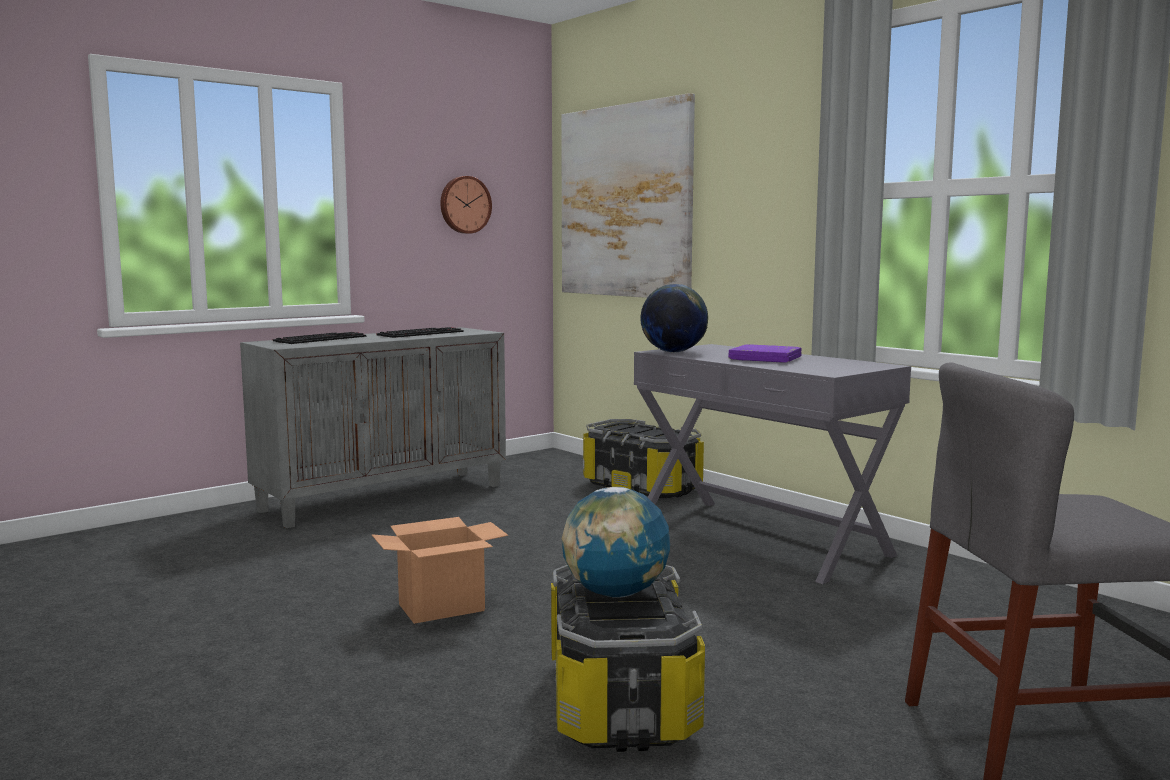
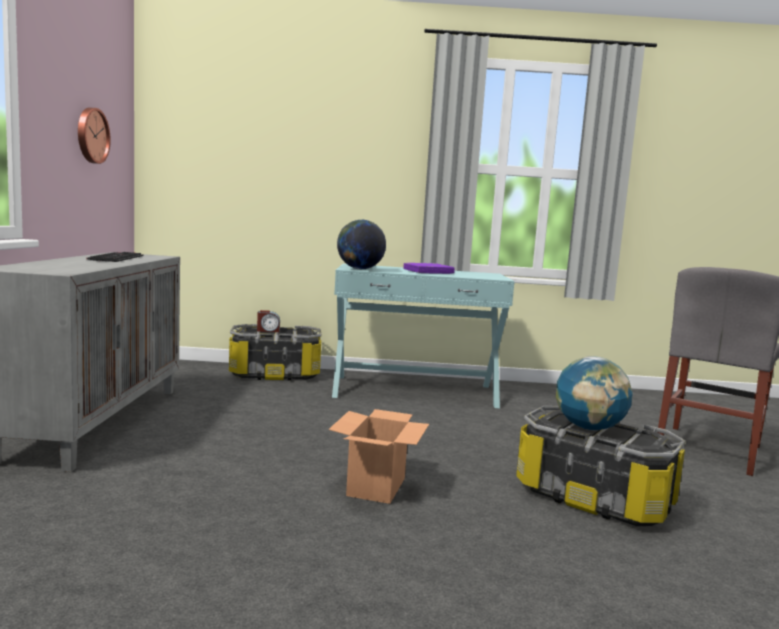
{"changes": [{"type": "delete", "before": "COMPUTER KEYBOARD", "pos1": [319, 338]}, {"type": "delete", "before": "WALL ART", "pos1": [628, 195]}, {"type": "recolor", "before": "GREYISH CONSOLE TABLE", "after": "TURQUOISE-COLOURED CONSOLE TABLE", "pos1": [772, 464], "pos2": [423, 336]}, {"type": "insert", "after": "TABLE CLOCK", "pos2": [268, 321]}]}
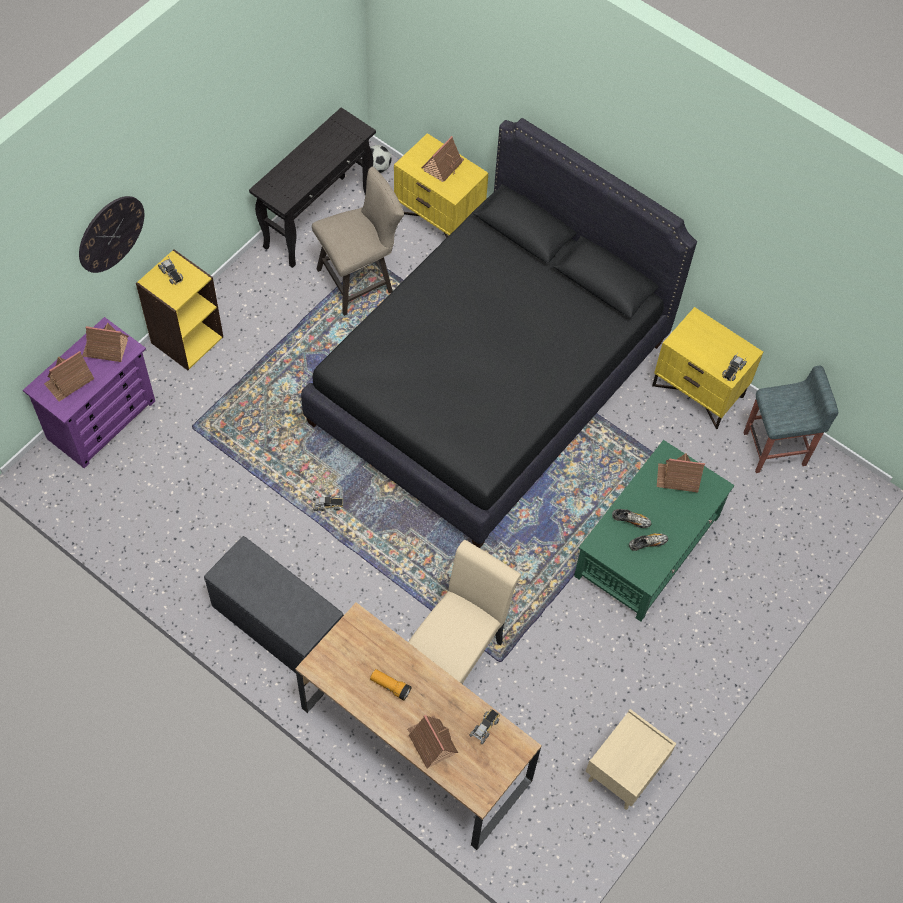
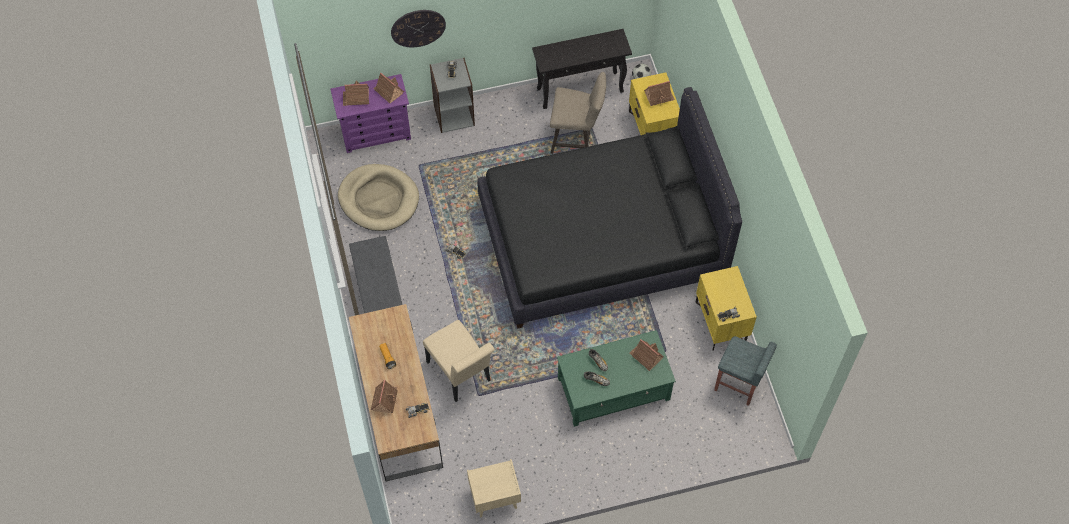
{"changes": [{"type": "recolor", "before": "YELLOW BOOKCASE", "after": "GREYISH BOOKCASE", "pos1": [179, 309], "pos2": [452, 95]}, {"type": "rotate", "before": "BEIGE CHAIR", "pos1": [464, 612], "pos2": [459, 361], "turn": 75}, {"type": "insert", "after": "BEIGE PET BED", "pos2": [378, 197]}]}
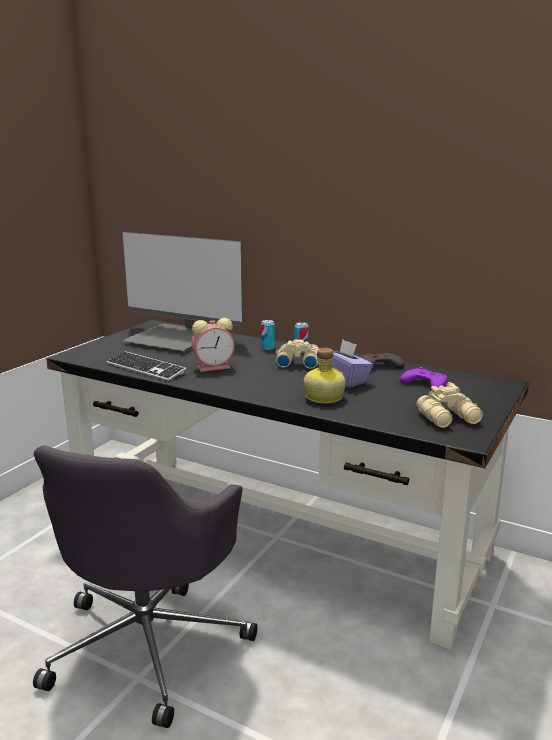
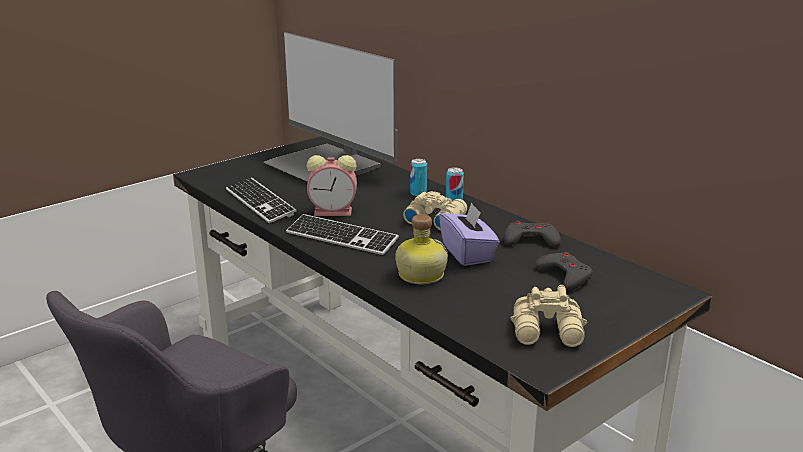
{"changes": [{"type": "recolor", "before": "PURPLE-COLOURED GAMEPAD", "after": "GREYISH GAMEPAD", "pos1": [423, 377], "pos2": [564, 271]}, {"type": "insert", "after": "COMPUTER KEYBOARD", "pos2": [342, 234]}]}
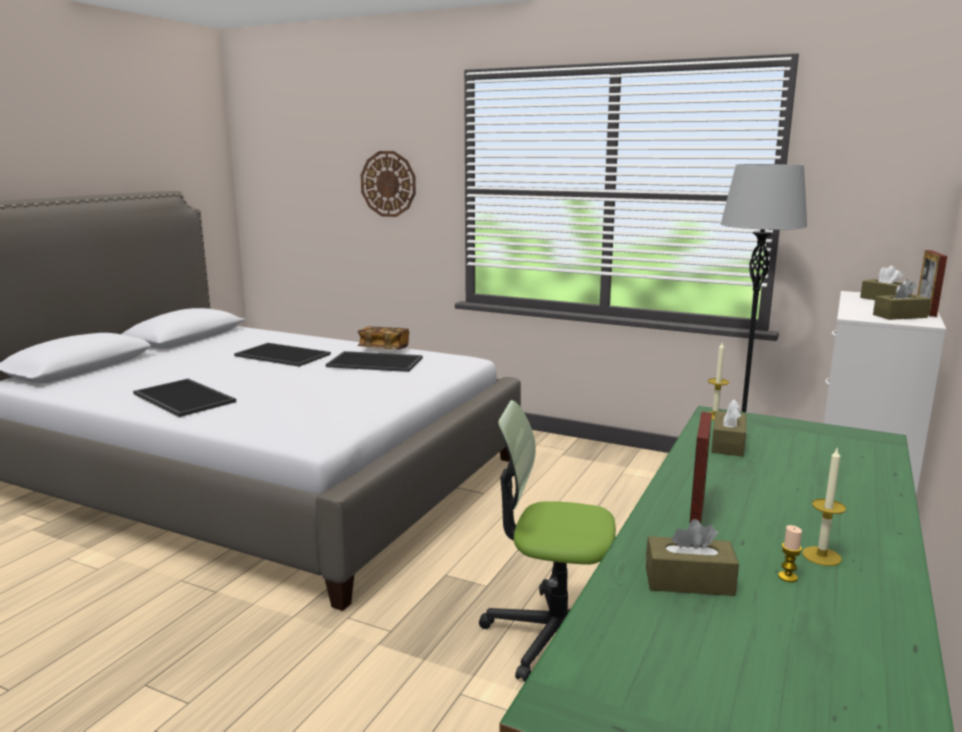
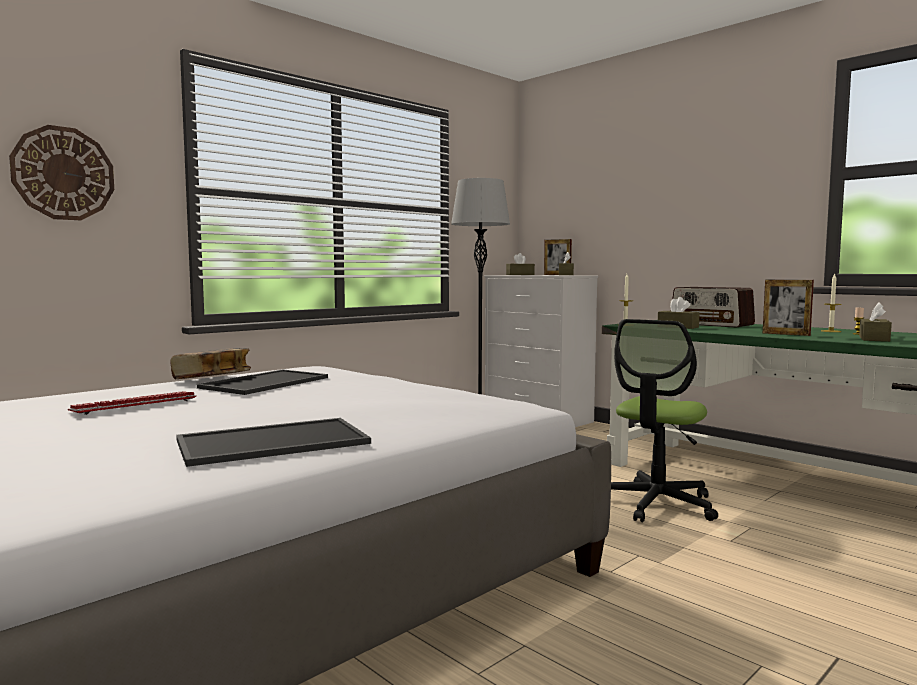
{"changes": [{"type": "replace", "before": "SERVING TRAY", "after": "COMPUTER KEYBOARD", "pos1": [282, 355], "pos2": [132, 403]}, {"type": "insert", "after": "RADIO RECEIVER", "pos2": [713, 307]}]}
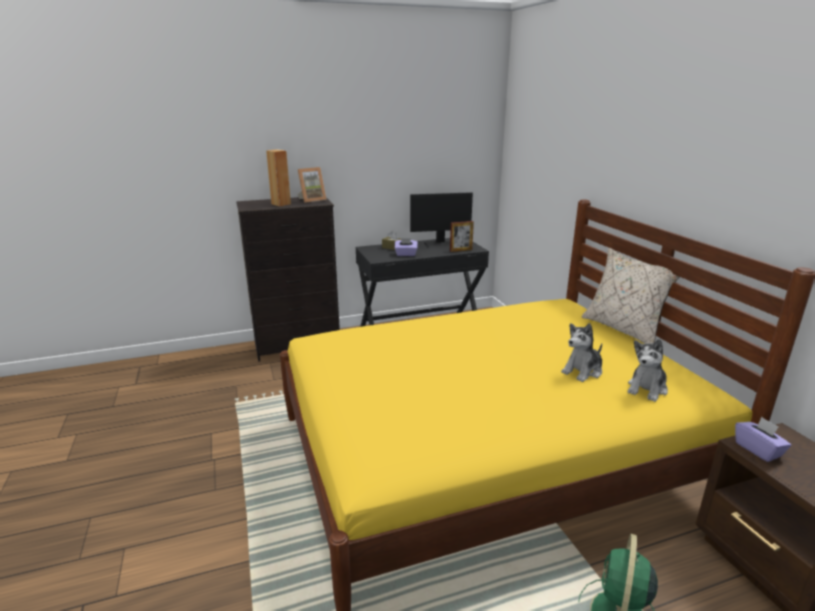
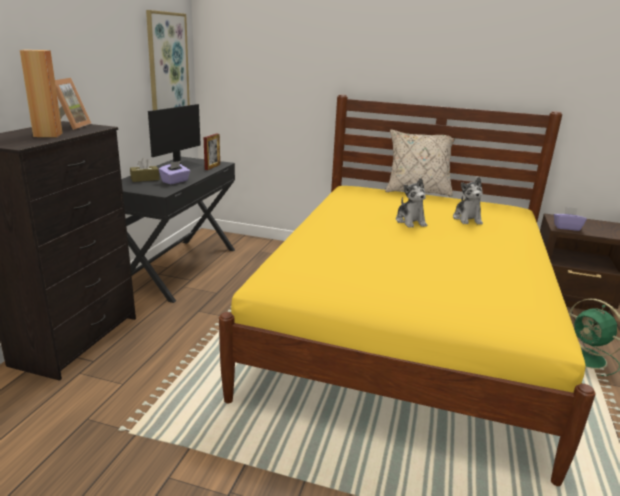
{"changes": [{"type": "move", "before": "CUDDLY TOY", "pos1": [648, 370], "pos2": [411, 203]}, {"type": "insert", "after": "WALL ART", "pos2": [168, 60]}]}
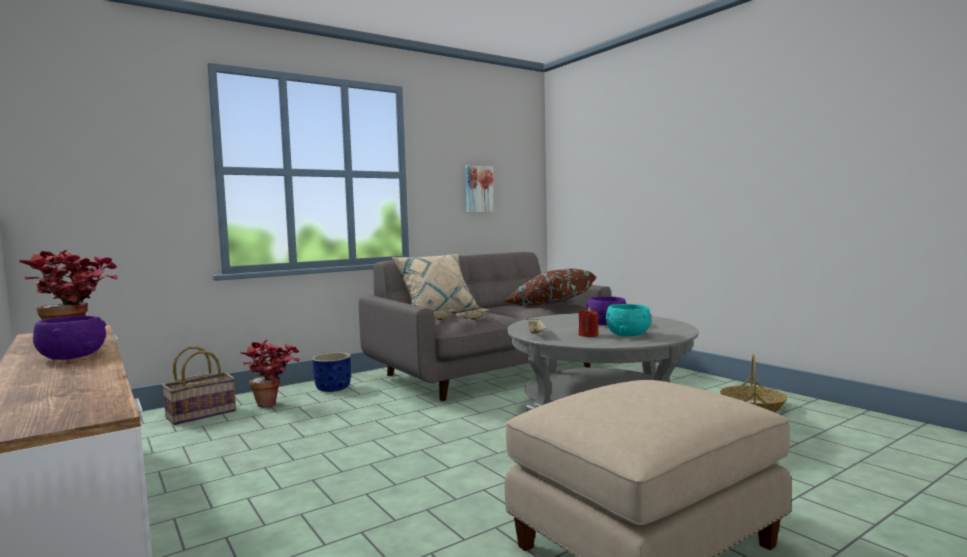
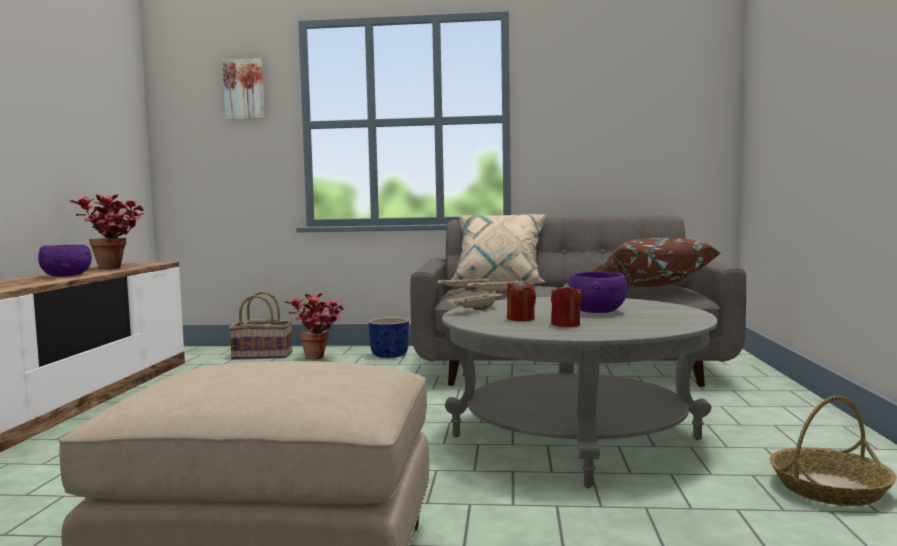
{"changes": [{"type": "move", "before": "WALL ART", "pos1": [479, 188], "pos2": [243, 89]}, {"type": "replace", "before": "TURQUOISE-COLOURED DEEP DISH", "after": "REDDISH WAX LIGHT", "pos1": [628, 320], "pos2": [566, 305]}]}
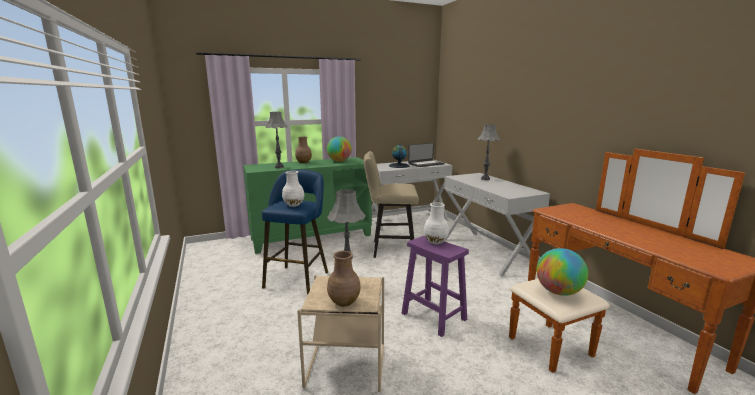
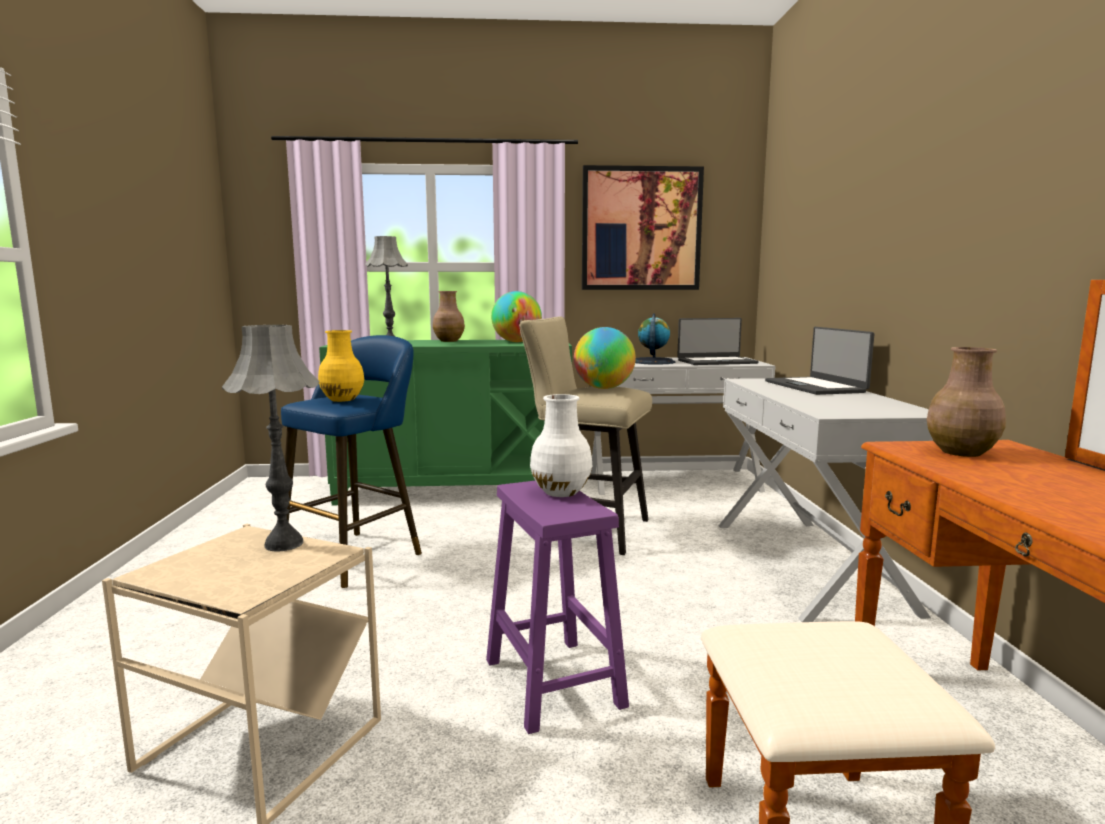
{"changes": [{"type": "recolor", "before": "WHITE-COLOURED DECORATIVE VASE", "after": "YELLOW DECORATIVE VASE", "pos1": [293, 189], "pos2": [341, 366]}, {"type": "move", "before": "BROWN DECORATIVE VASE", "pos1": [344, 279], "pos2": [966, 402]}, {"type": "replace", "before": "GREYISH TABLE LAMP", "after": "PORTABLE COMPUTER", "pos1": [489, 152], "pos2": [819, 361]}, {"type": "move", "before": "WORLD GLOBE", "pos1": [562, 272], "pos2": [605, 358]}, {"type": "insert", "after": "WALL ART", "pos2": [643, 227]}]}
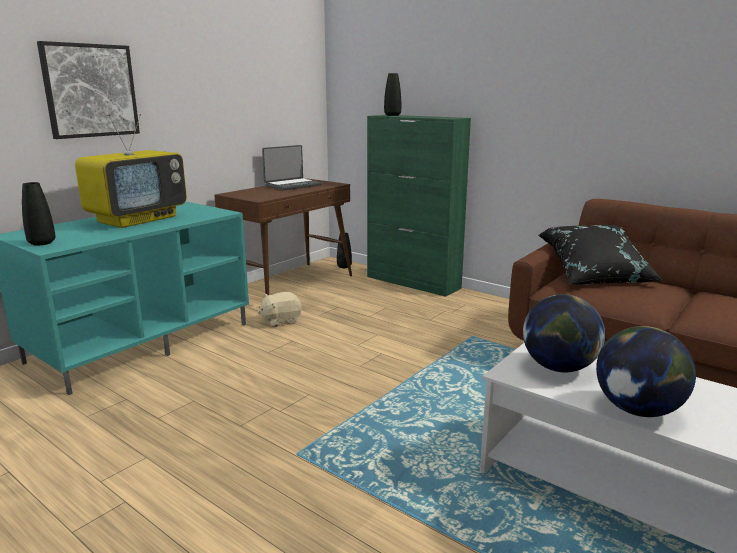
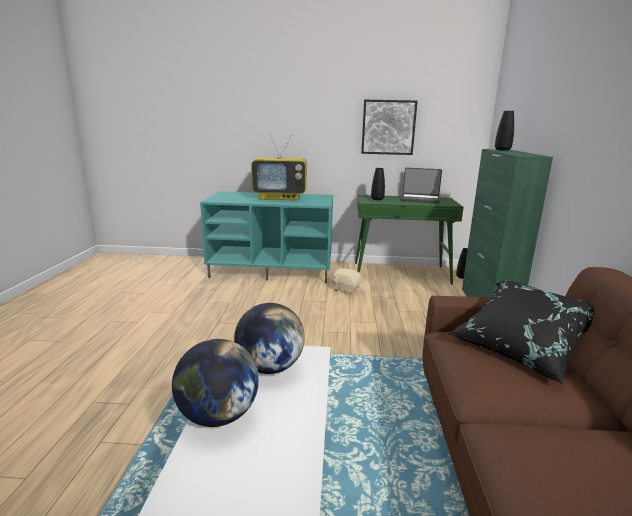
{"changes": [{"type": "move", "before": "BLACKISH DECORATIVE VASE", "pos1": [39, 214], "pos2": [378, 184]}, {"type": "move", "before": "WALL ART", "pos1": [88, 90], "pos2": [389, 127]}, {"type": "recolor", "before": "BROWN CONSOLE TABLE", "after": "GREEN CONSOLE TABLE", "pos1": [283, 237], "pos2": [409, 239]}]}
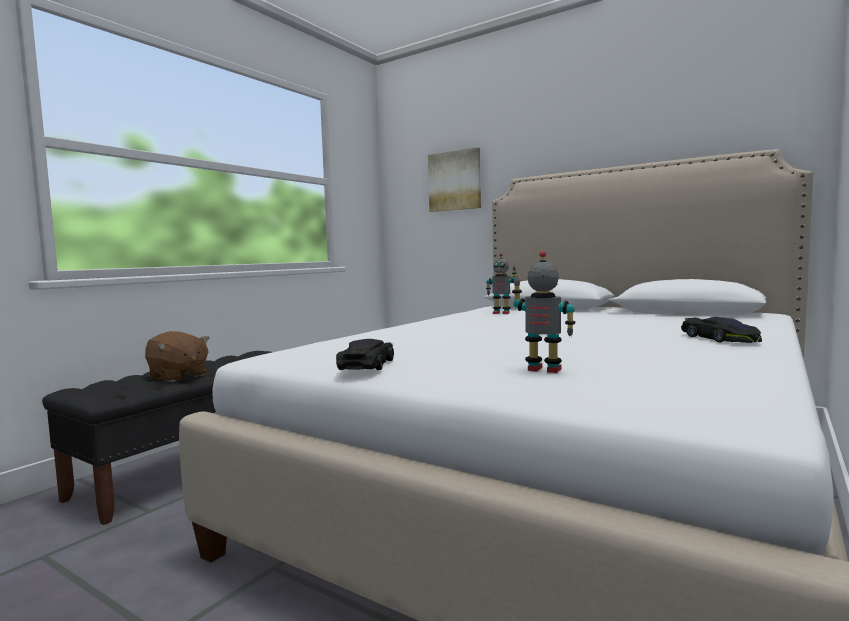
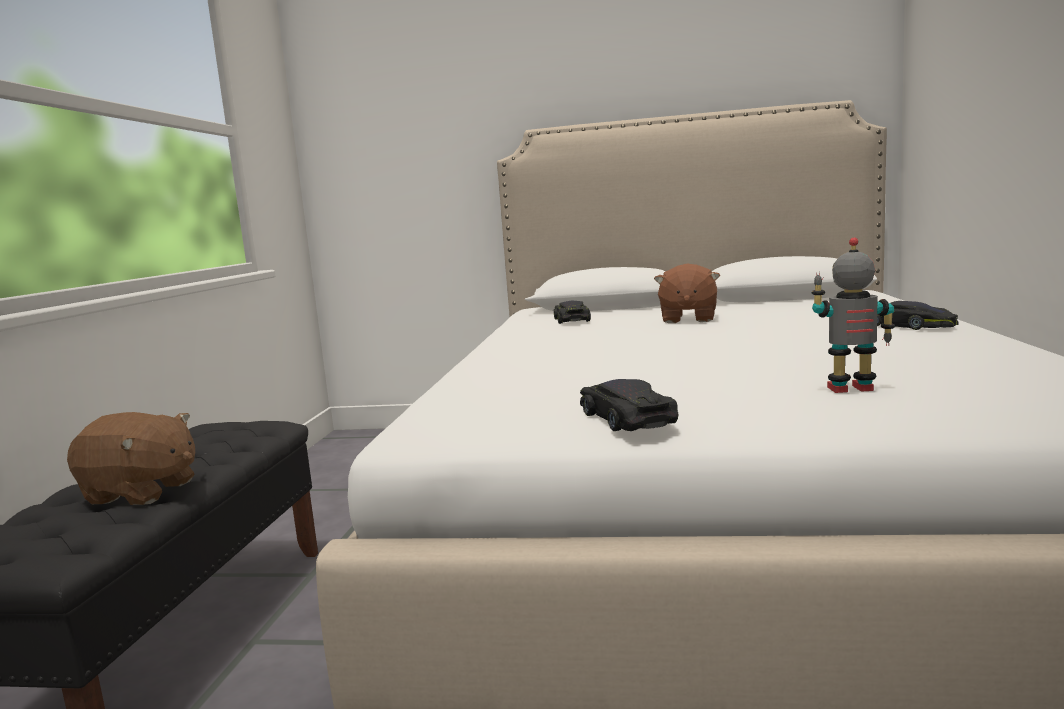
{"changes": [{"type": "delete", "before": "WALL ART", "pos1": [454, 179]}, {"type": "replace", "before": "ROBOT FIGURE", "after": "BLACKISH MINIATURE CAR", "pos1": [501, 283], "pos2": [572, 312]}, {"type": "insert", "after": "BROWN CUDDLY TOY", "pos2": [687, 293]}]}
